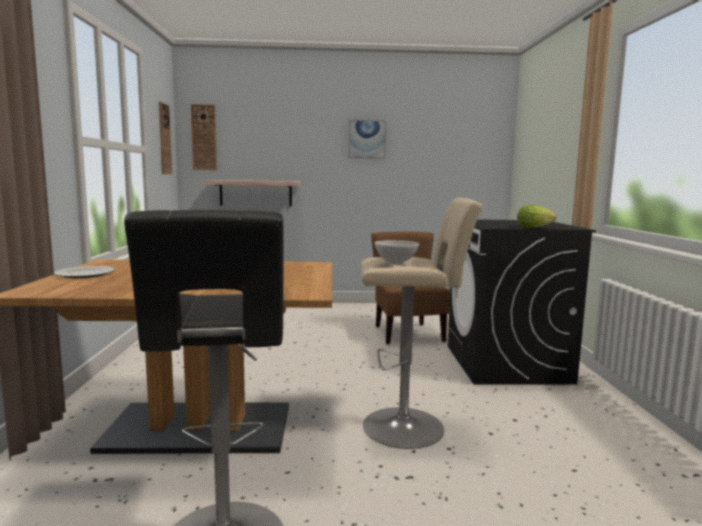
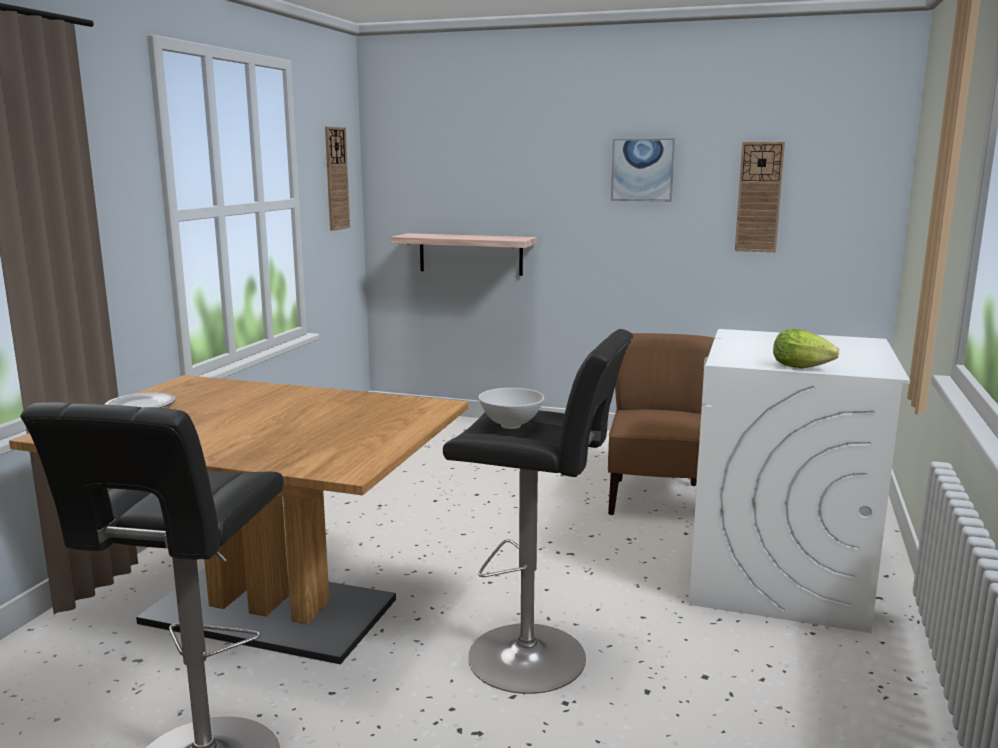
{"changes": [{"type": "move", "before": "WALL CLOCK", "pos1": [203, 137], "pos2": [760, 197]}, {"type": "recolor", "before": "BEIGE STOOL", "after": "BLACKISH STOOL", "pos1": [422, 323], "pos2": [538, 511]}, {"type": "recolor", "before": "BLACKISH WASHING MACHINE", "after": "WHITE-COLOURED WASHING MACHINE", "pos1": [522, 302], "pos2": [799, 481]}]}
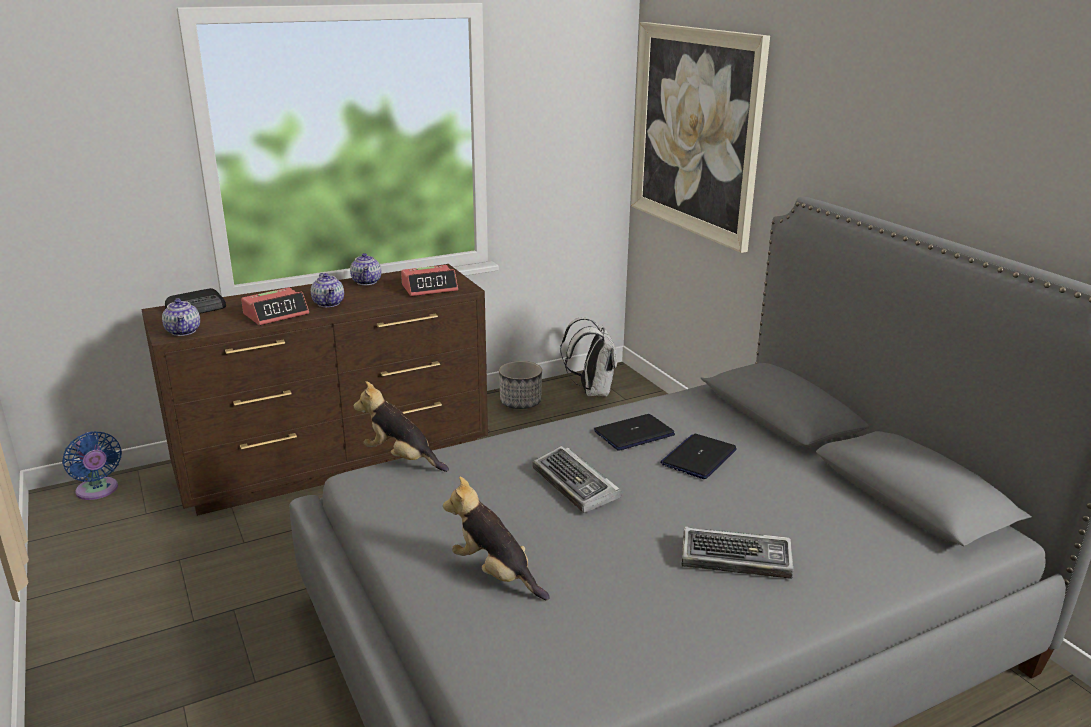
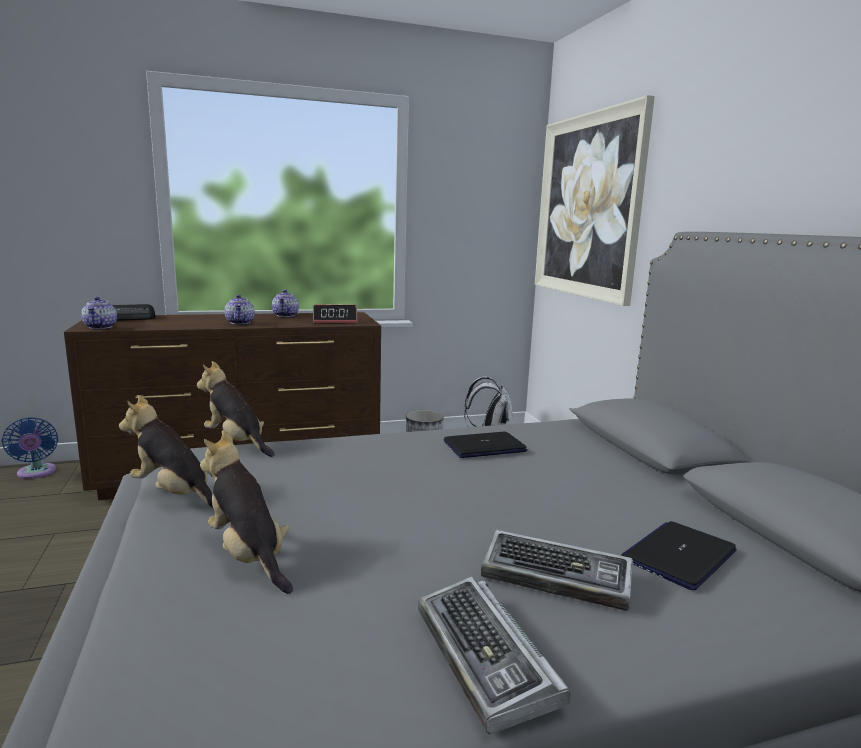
{"changes": [{"type": "delete", "before": "TABLE CLOCK", "pos1": [275, 306]}, {"type": "move", "before": "COMPUTER KEYBOARD", "pos1": [577, 479], "pos2": [494, 655]}, {"type": "move", "before": "PORTABLE COMPUTER", "pos1": [698, 456], "pos2": [679, 555]}, {"type": "insert", "after": "CUDDLY TOY", "pos2": [166, 451]}]}
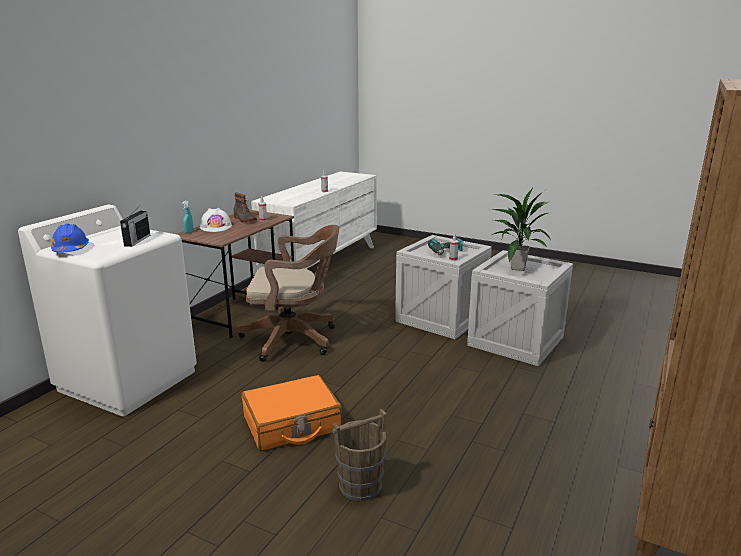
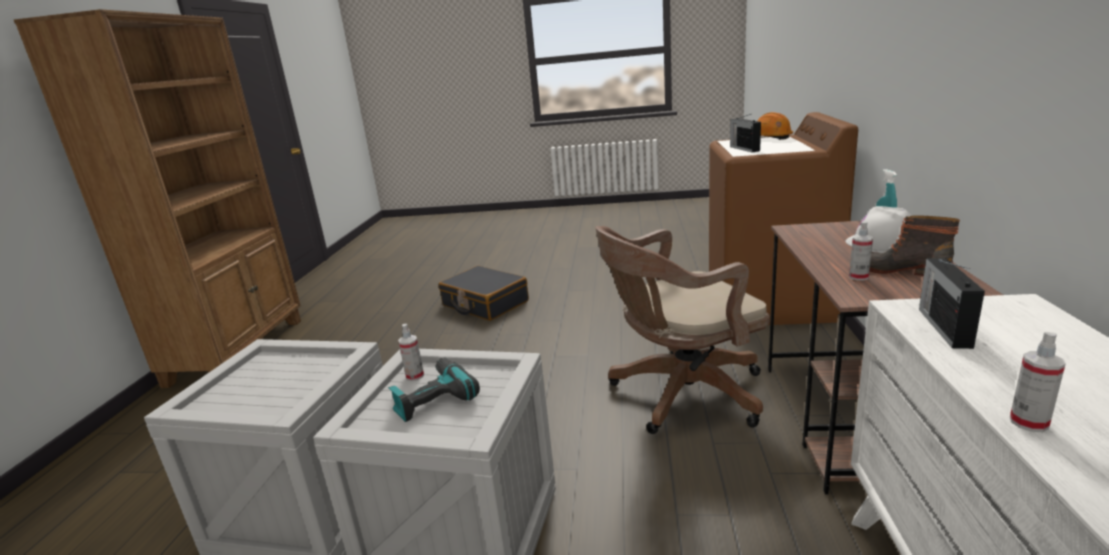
{"changes": [{"type": "recolor", "before": "WHITE-COLOURED WASHING MACHINE", "after": "BROWN WASHING MACHINE", "pos1": [107, 310], "pos2": [783, 218]}, {"type": "recolor", "before": "BLUE WORK HELMET", "after": "ORANGE WORK HELMET", "pos1": [69, 237], "pos2": [775, 126]}, {"type": "delete", "before": "ORANGE TRAVEL CASE", "pos1": [291, 413]}, {"type": "replace", "before": "BROWN BUCKET", "after": "BLACKISH TRAVEL CASE", "pos1": [359, 455], "pos2": [484, 293]}, {"type": "delete", "before": "HOUSEPLANT", "pos1": [521, 228]}, {"type": "insert", "after": "RADIO RECEIVER", "pos2": [952, 303]}]}
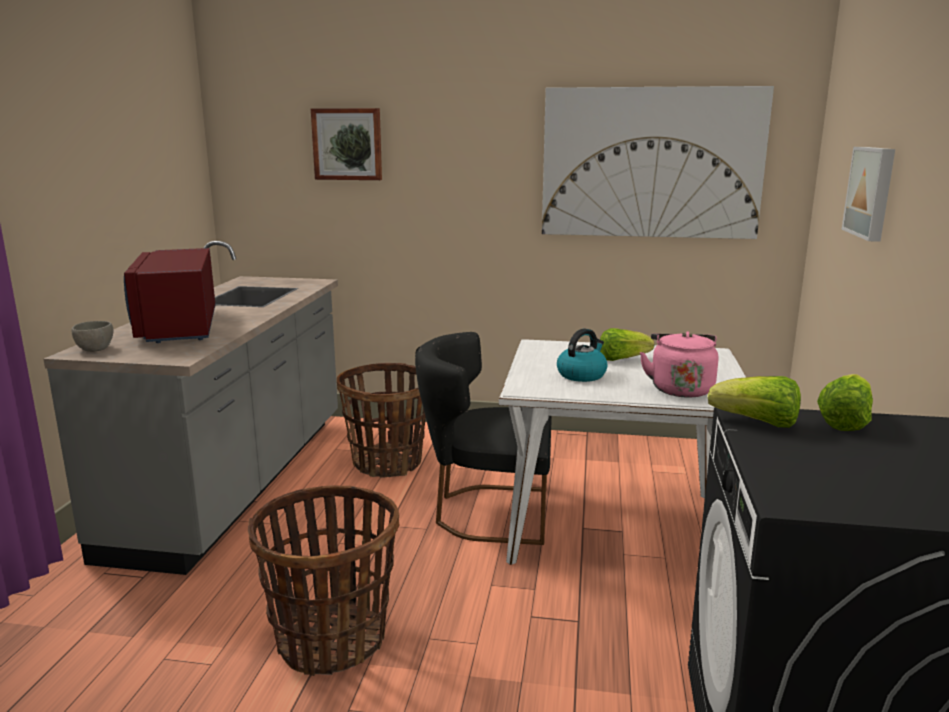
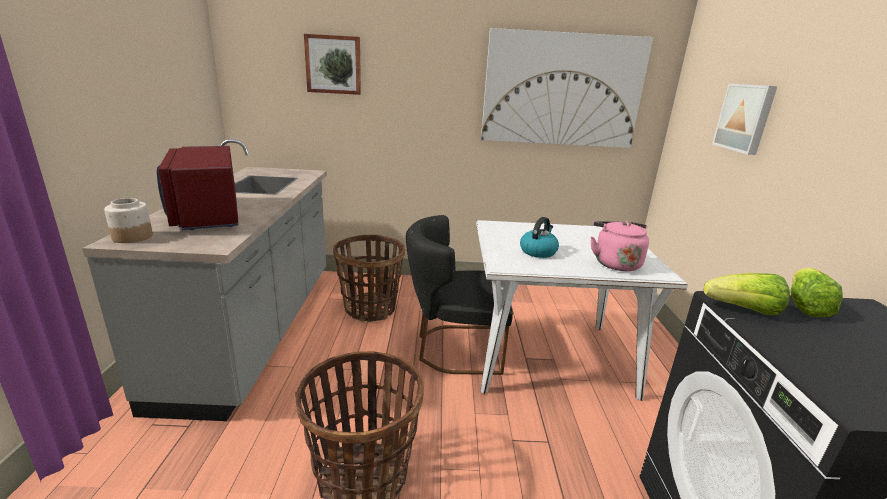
{"changes": [{"type": "replace", "before": "GREYISH DEEP DISH", "after": "JAR", "pos1": [92, 336], "pos2": [128, 220]}, {"type": "delete", "before": "HEAD OF LETTUCE", "pos1": [627, 344]}]}
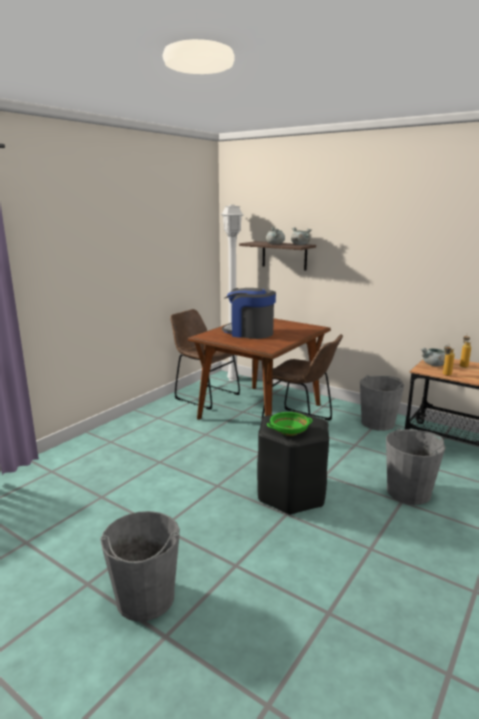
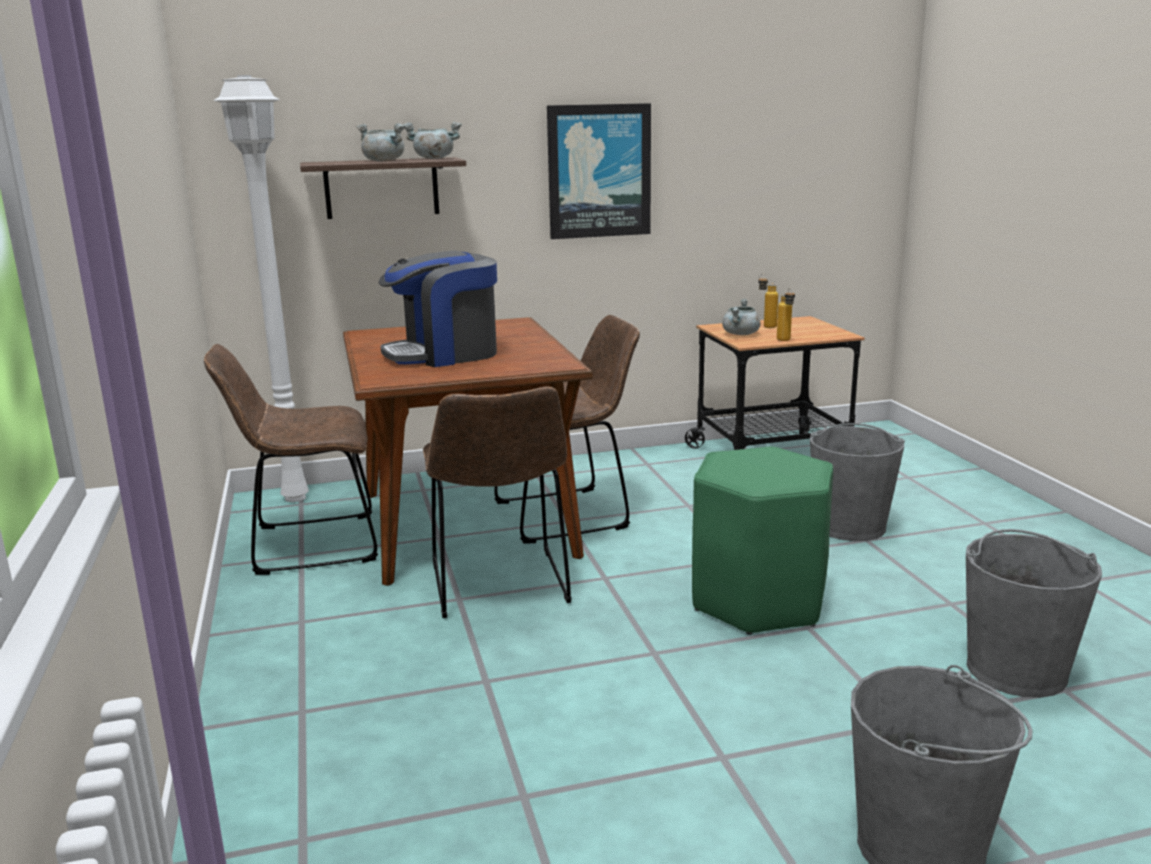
{"changes": [{"type": "recolor", "before": "BLACKISH STOOL", "after": "GREEN STOOL", "pos1": [293, 463], "pos2": [762, 541]}, {"type": "delete", "before": "GREEN DEEP DISH", "pos1": [290, 424]}, {"type": "move", "before": "GREYISH BUCKET", "pos1": [382, 403], "pos2": [1034, 613]}, {"type": "insert", "after": "BROWN CHAIR", "pos2": [497, 502]}, {"type": "insert", "after": "WALL ART", "pos2": [599, 171]}]}
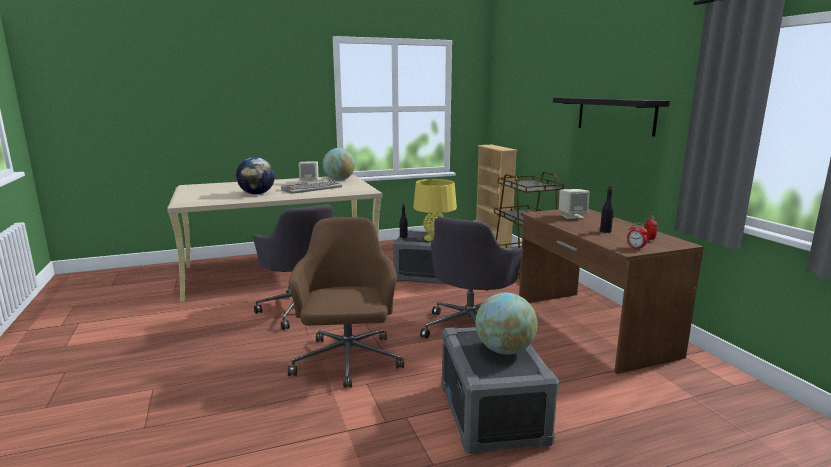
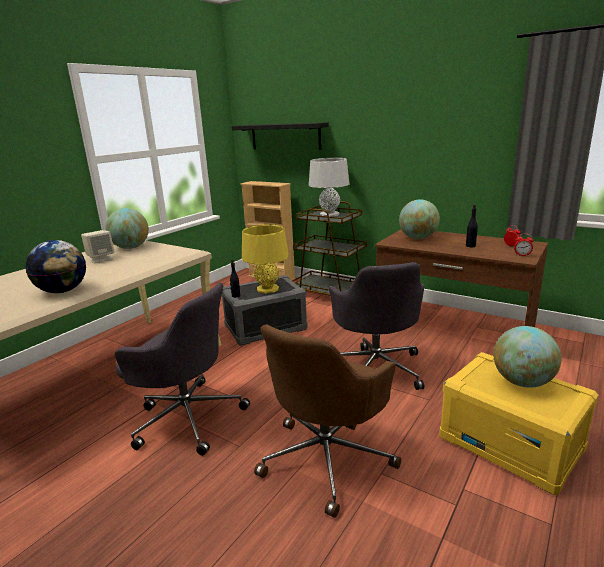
{"changes": [{"type": "delete", "before": "COMPUTER KEYBOARD", "pos1": [311, 187]}, {"type": "rotate", "before": "BROWN COMPUTER CHAIR", "pos1": [346, 302], "pos2": [327, 421], "turn": -105}, {"type": "recolor", "before": "GREYISH STORAGE BOX", "after": "YELLOW STORAGE BOX", "pos1": [500, 390], "pos2": [518, 423]}, {"type": "move", "before": "BLACKISH SHELF", "pos1": [611, 117], "pos2": [280, 136]}, {"type": "replace", "before": "BEIGE SPEAKER", "after": "WORLD GLOBE", "pos1": [574, 204], "pos2": [419, 219]}, {"type": "insert", "after": "GREYISH TABLE LAMP", "pos2": [329, 187]}]}
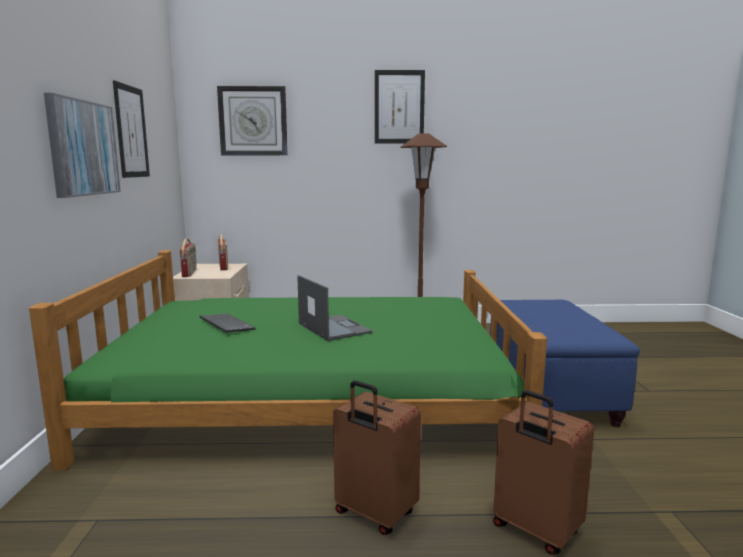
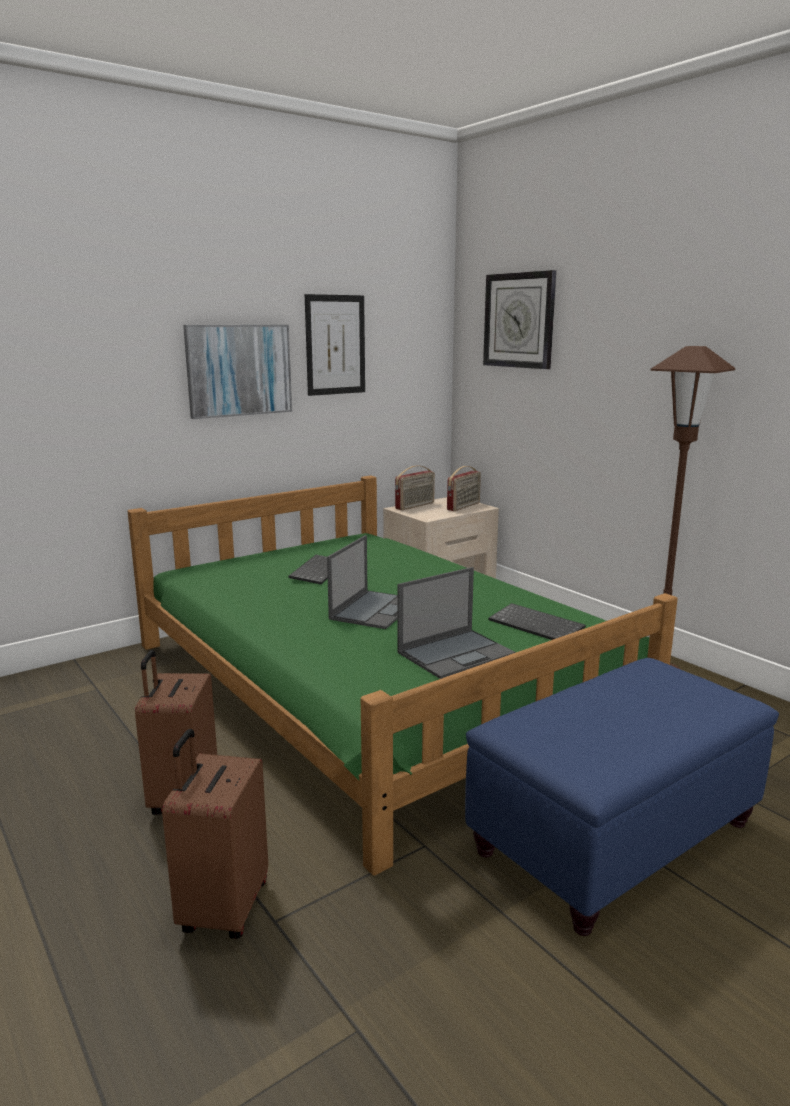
{"changes": [{"type": "delete", "before": "WALL ART", "pos1": [400, 106]}, {"type": "insert", "after": "PORTABLE COMPUTER", "pos2": [456, 623]}, {"type": "insert", "after": "COMPUTER KEYBOARD", "pos2": [537, 621]}]}
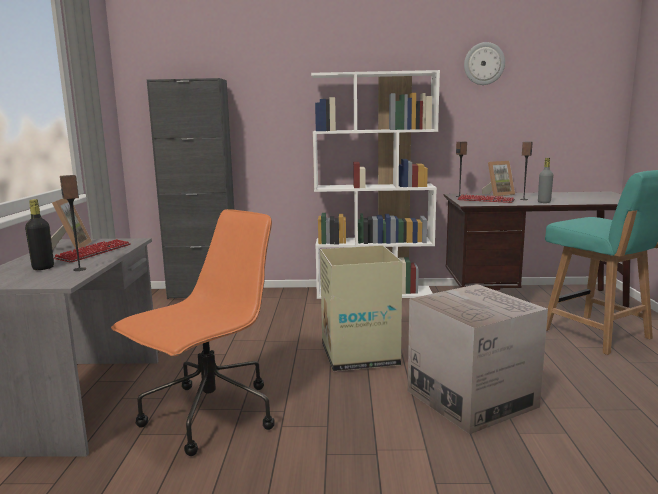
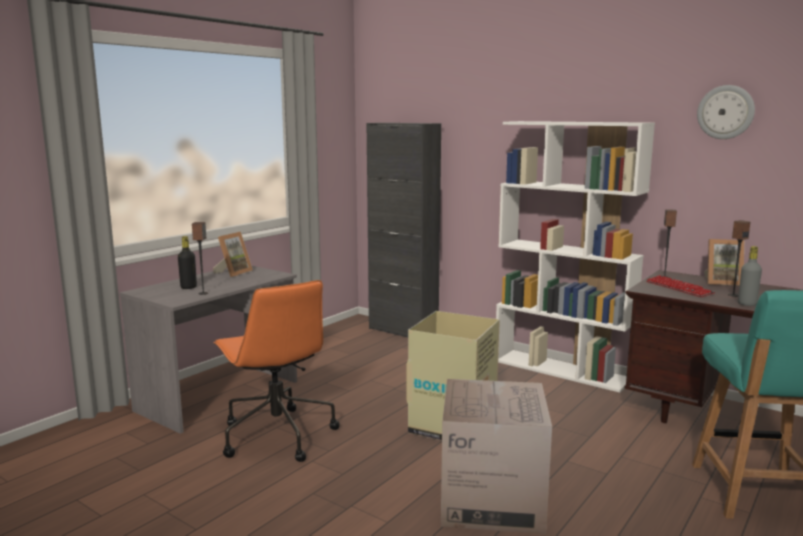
{"changes": [{"type": "delete", "before": "COMPUTER KEYBOARD", "pos1": [92, 251]}, {"type": "rotate", "before": "ORANGE COMPUTER CHAIR", "pos1": [193, 332], "pos2": [276, 371], "turn": 75}]}
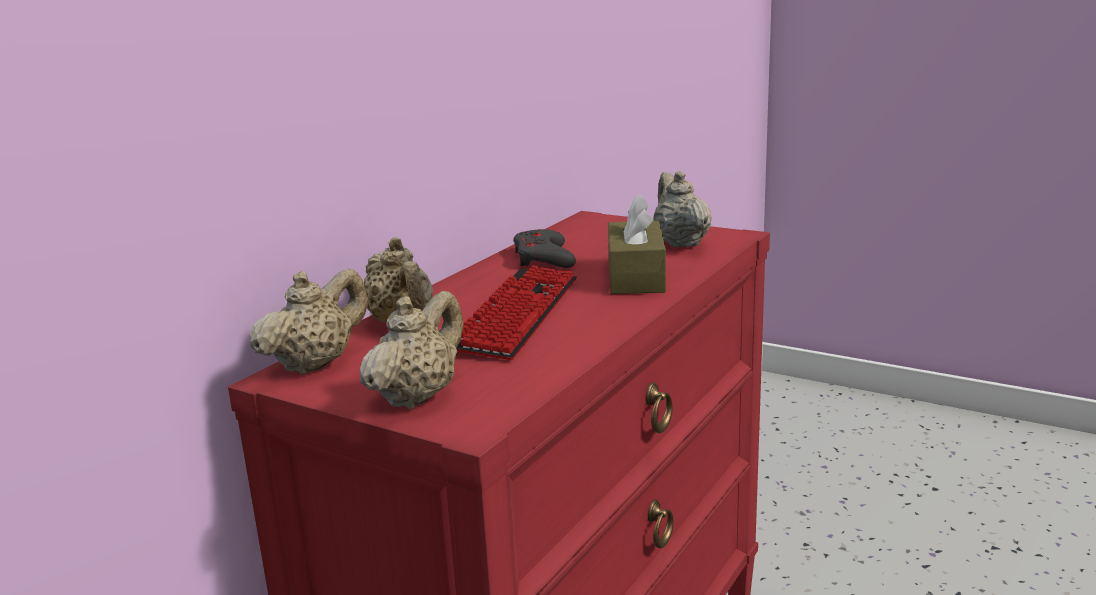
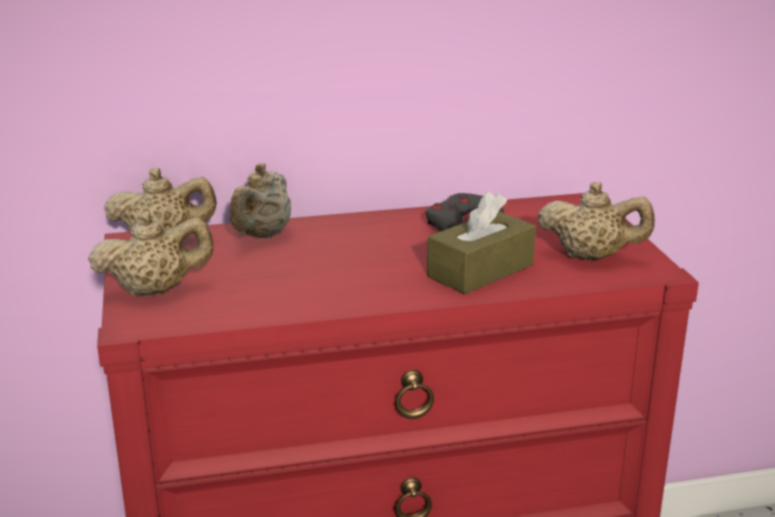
{"changes": [{"type": "delete", "before": "COMPUTER KEYBOARD", "pos1": [516, 312]}, {"type": "rotate", "before": "BEIGE TEAPOT", "pos1": [682, 209], "pos2": [596, 221], "turn": 75}]}
